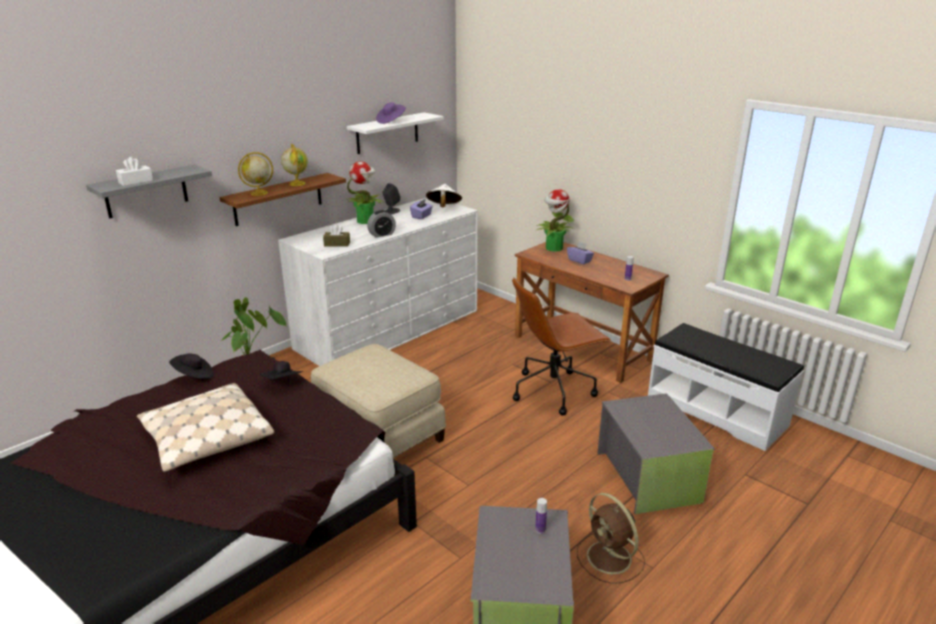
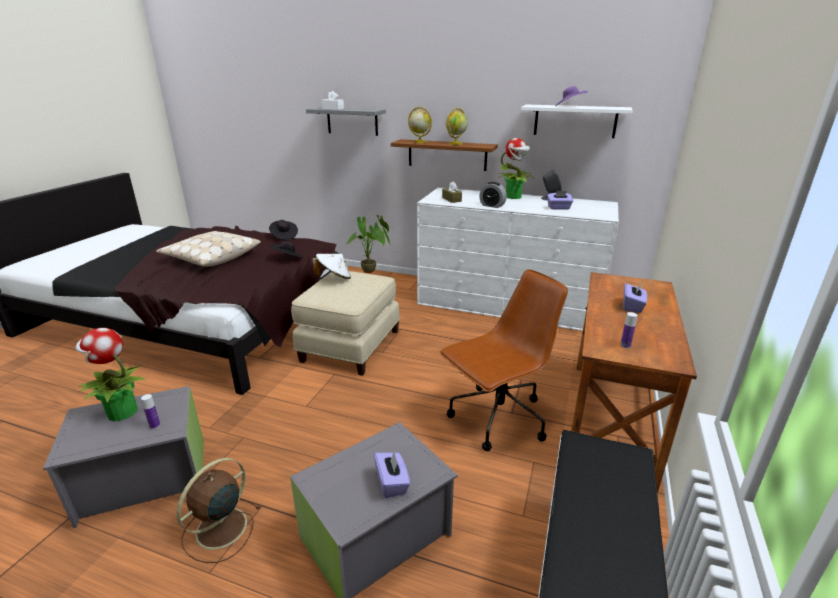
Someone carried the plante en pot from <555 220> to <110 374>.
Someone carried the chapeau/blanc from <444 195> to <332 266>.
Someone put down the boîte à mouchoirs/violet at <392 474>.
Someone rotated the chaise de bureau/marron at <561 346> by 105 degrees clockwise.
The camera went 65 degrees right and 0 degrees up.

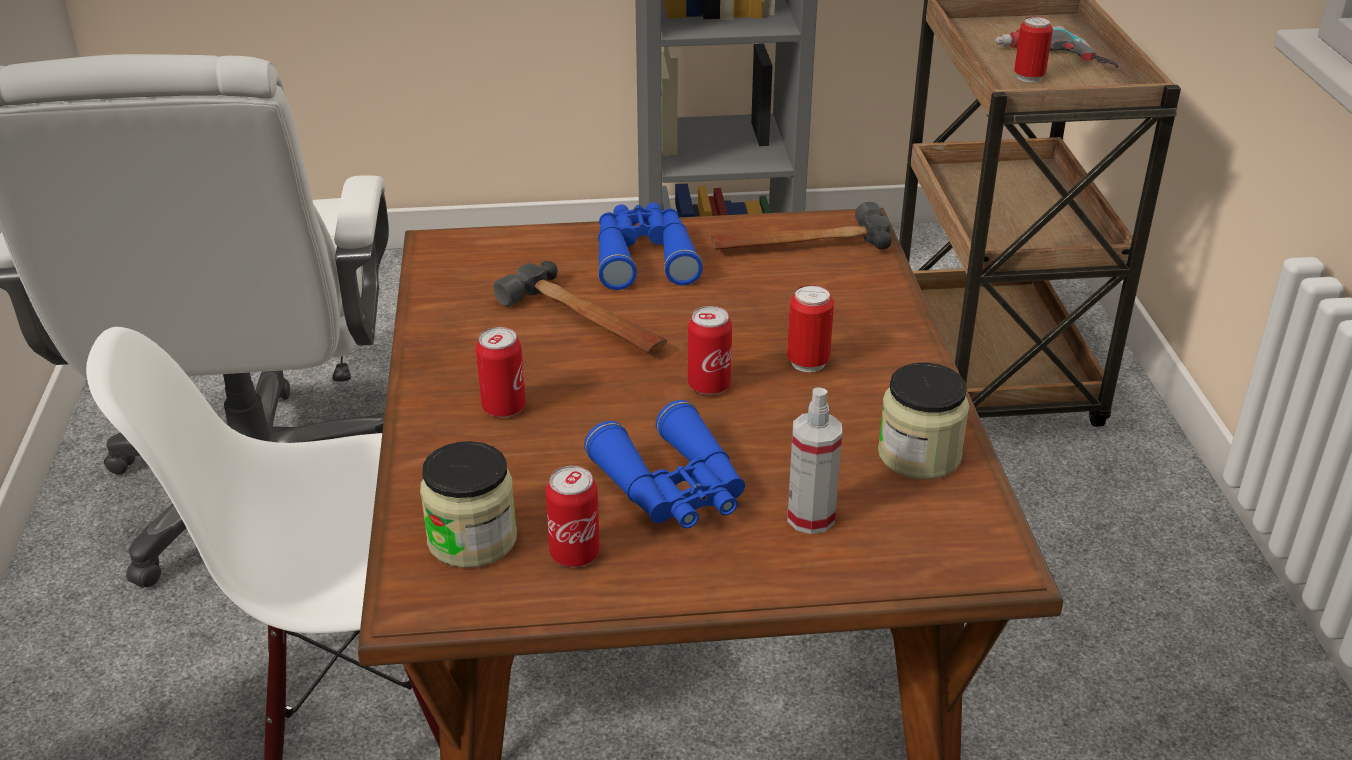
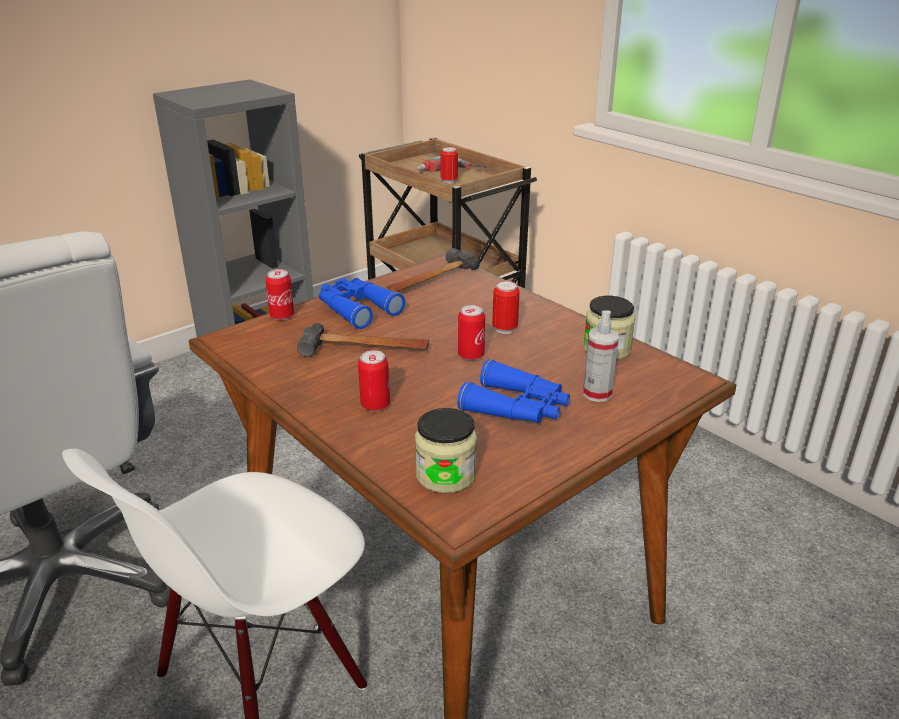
Someone carried the boîte métallique from <573 516> to <280 294>.
The camera went 35 degrees left and 5 degrees down.

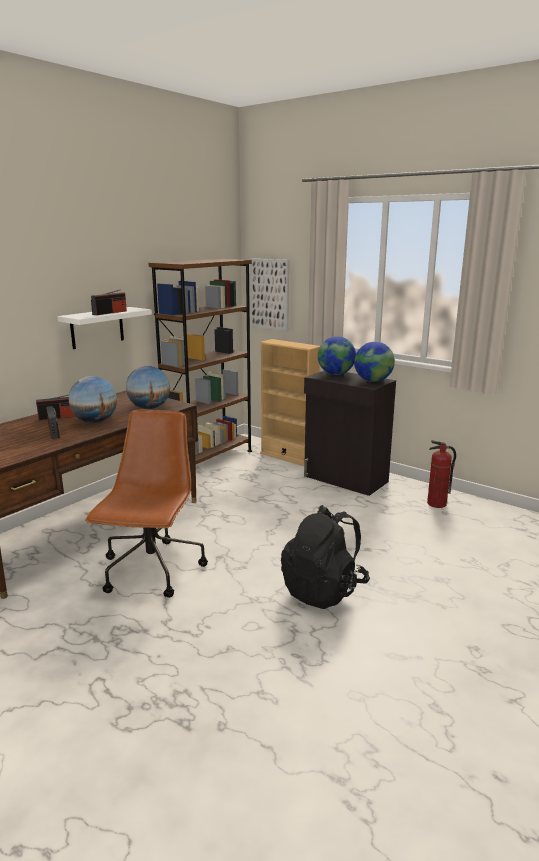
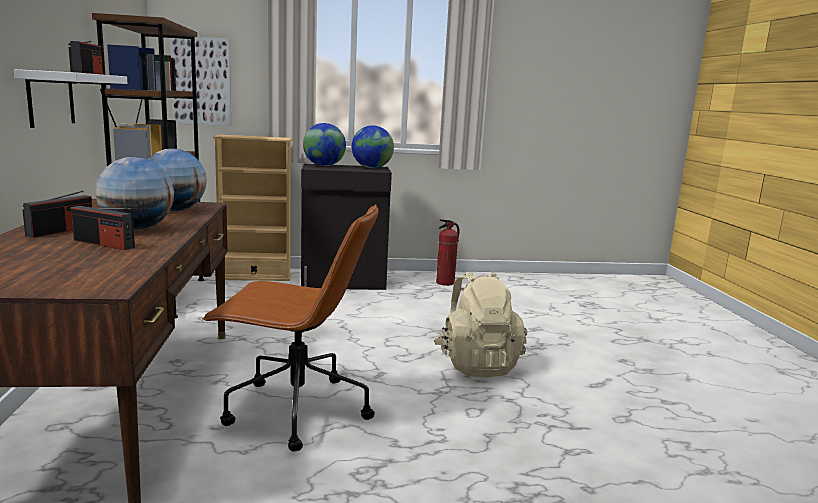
Someone rotated the chaise de bureau/marron at <146 504> by 135 degrees clockwise.
Someone repainted the sac à dos/noir at <325 557>, which became the sac à dos/beige at <480 325>.
The camera went 45 degrees left and 5 degrees down.

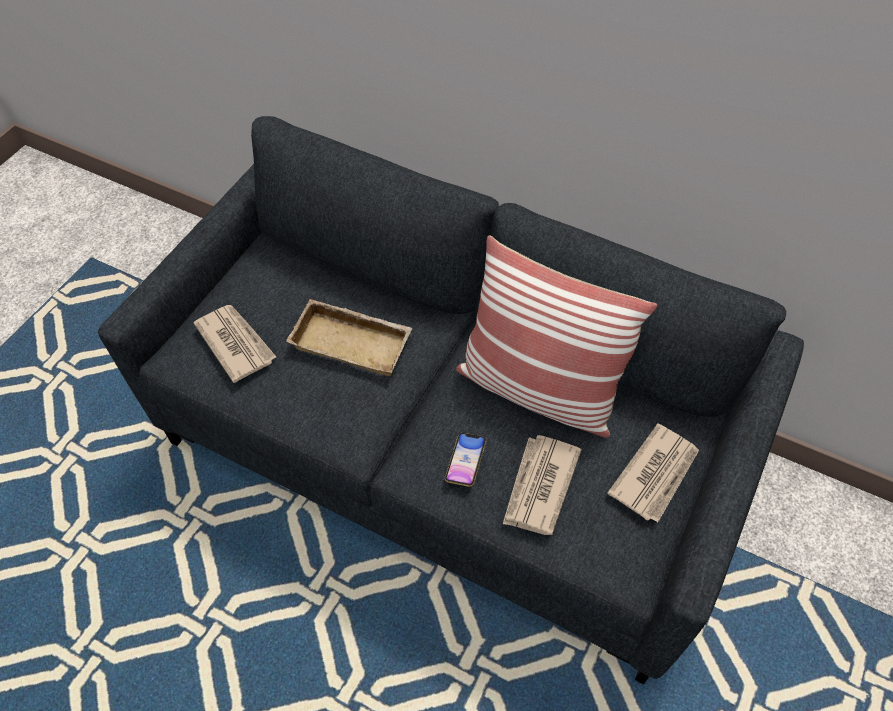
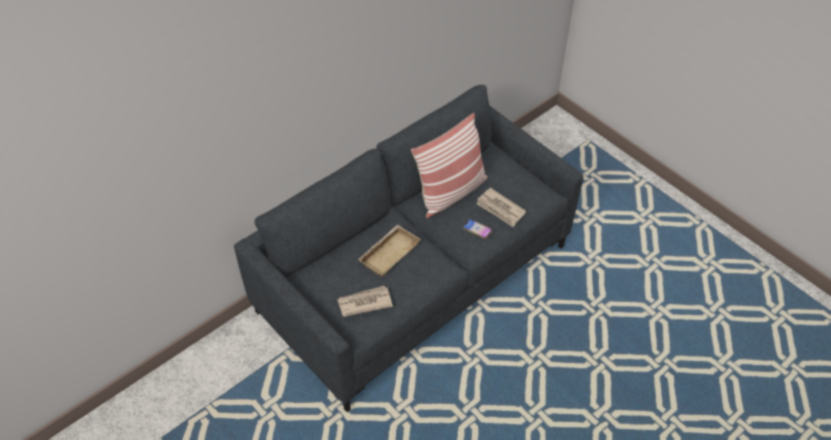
Someone took away the journal at <653 473>.
The camera went 70 degrees left and 5 degrees down.

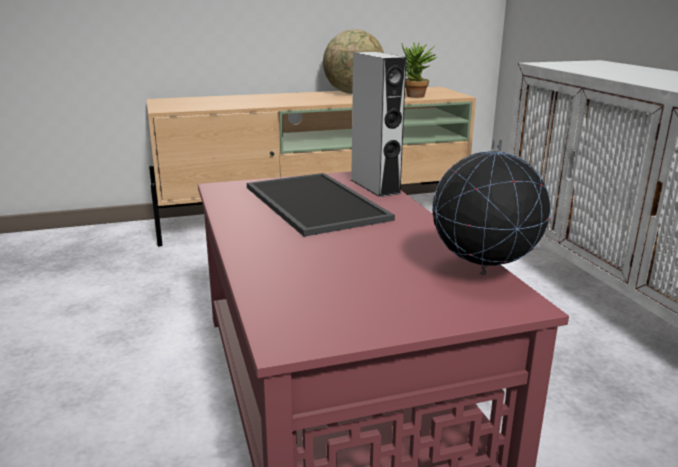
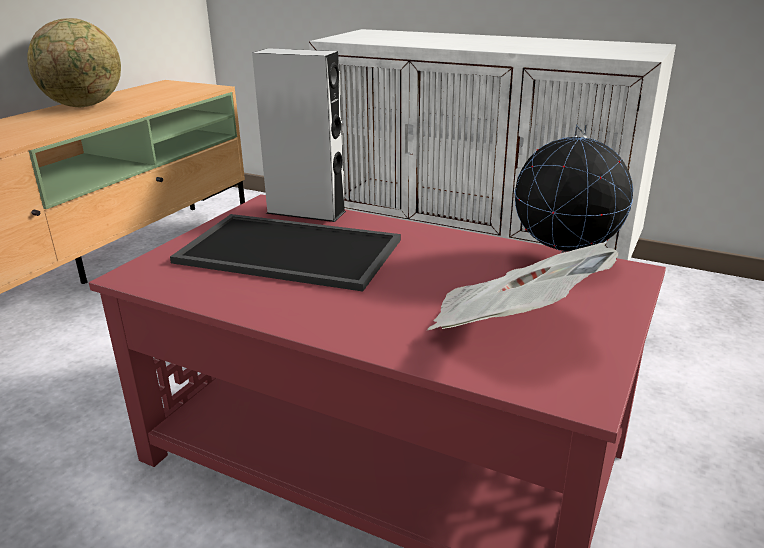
Someone put down the journal at <523 286>.
Someone took away the plante en pot at <419 70>.
The camera went 45 degrees left and 5 degrees up.

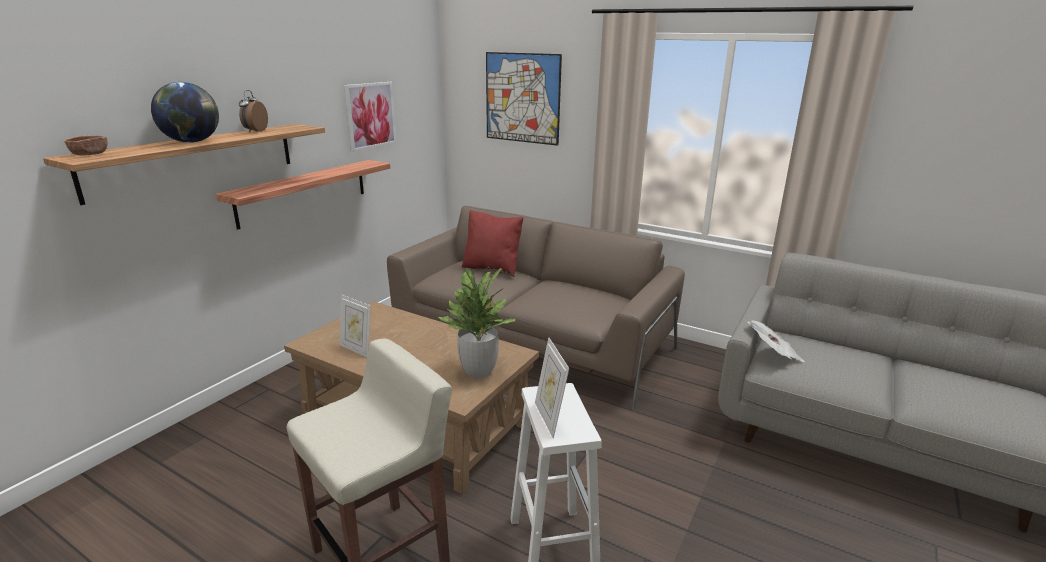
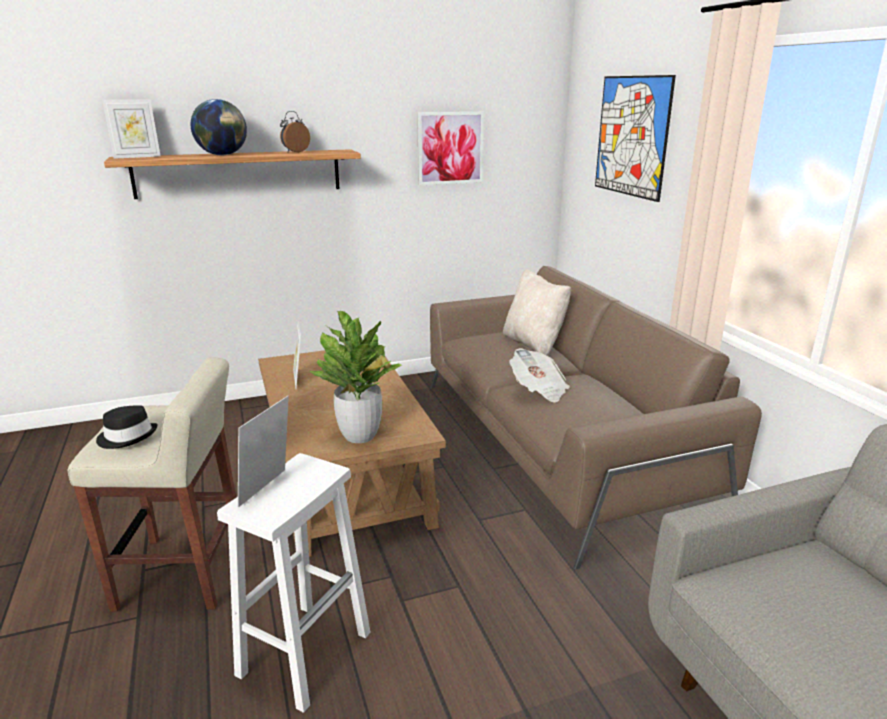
Someone put down the chapeau/noir at <127 427>.
Someone swapped the bol/marron at <85 145> for the cadre photo at <131 129>.
Someone repainted the coussin/rouge at <492 243>, which became the coussin/beige at <537 312>.
Someone carried the journal from <776 341> to <539 375>.
Someone took away the étagère at <303 195>.
The camera went 40 degrees right and 0 degrees up.

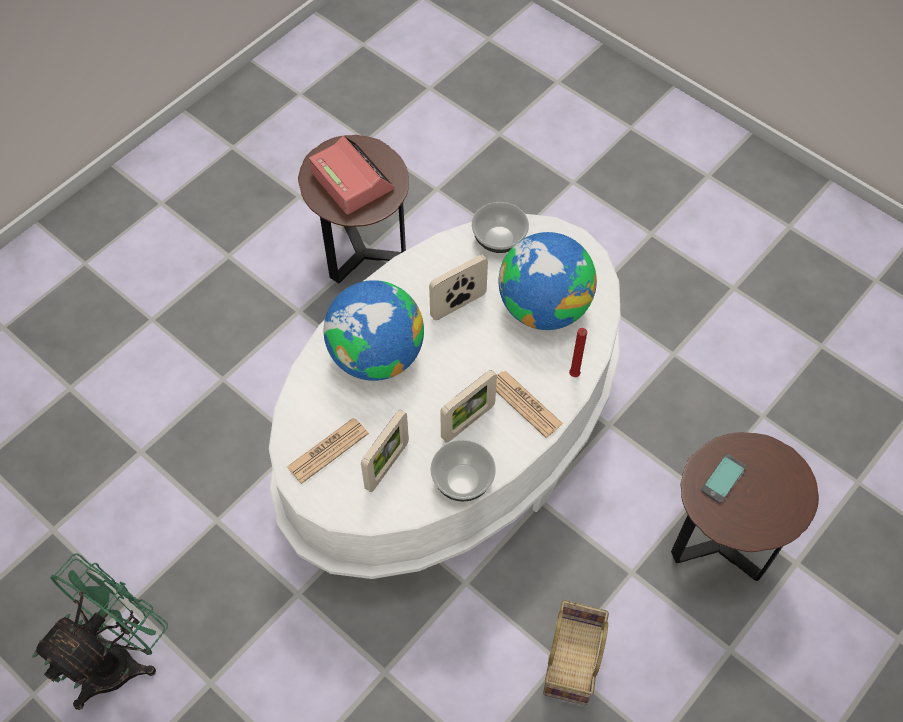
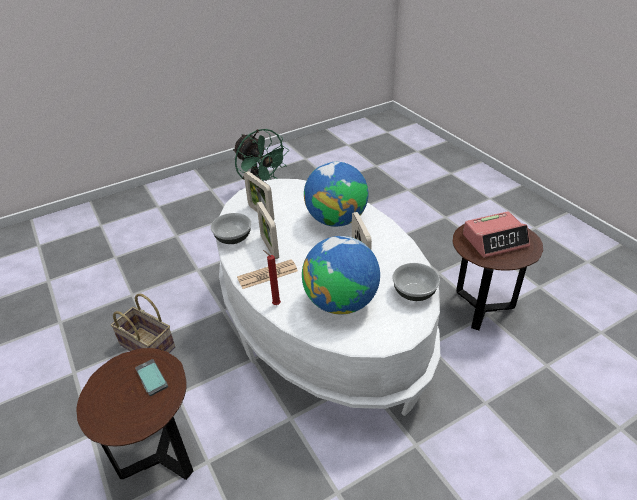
Someone took away the journal at <328 451>.
The camera went 110 degrees right and 20 degrees down.

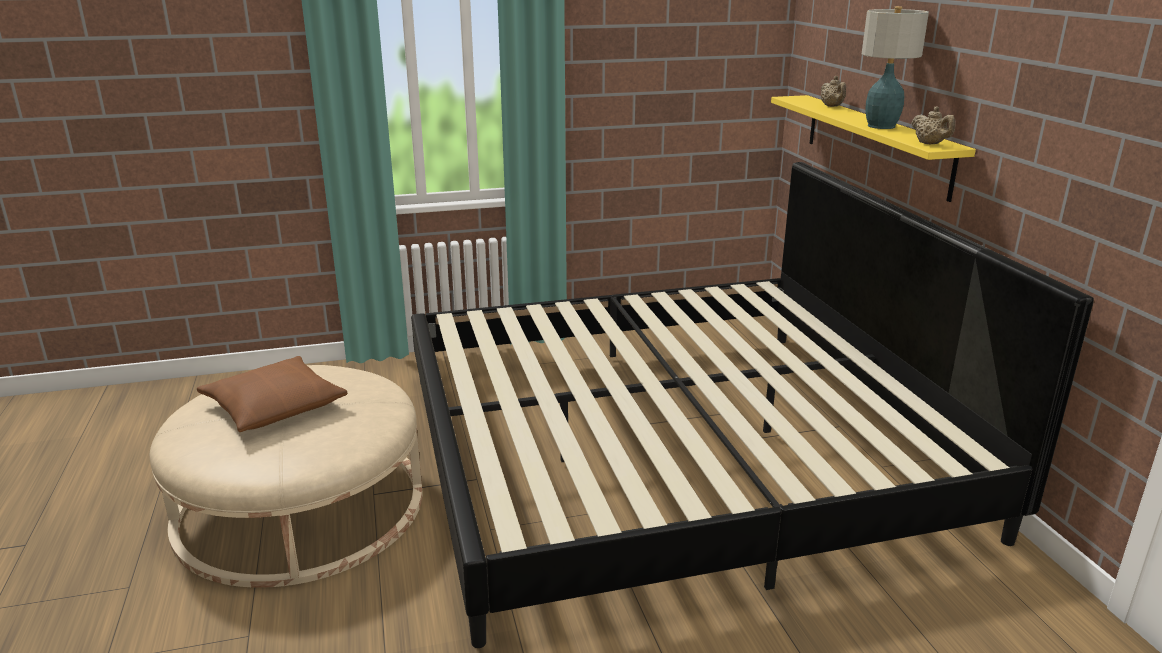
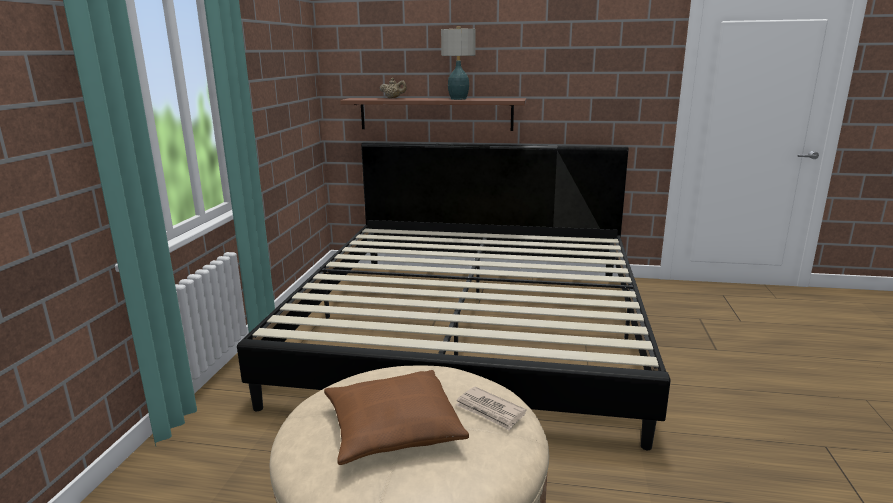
Someone repainted the étagère/jaune at <873 148>, which became the étagère/marron at <433 114>.
Someone put down the journal at <491 409>.
Someone took away the théière/beige at <933 125>.
The camera went 65 degrees left and 5 degrees down.

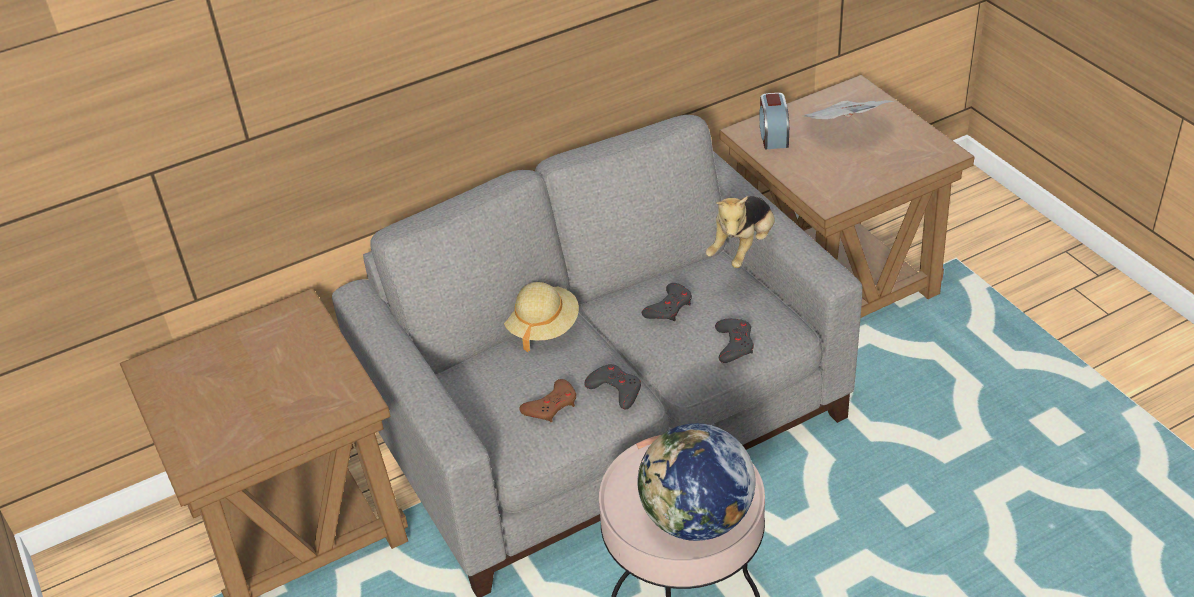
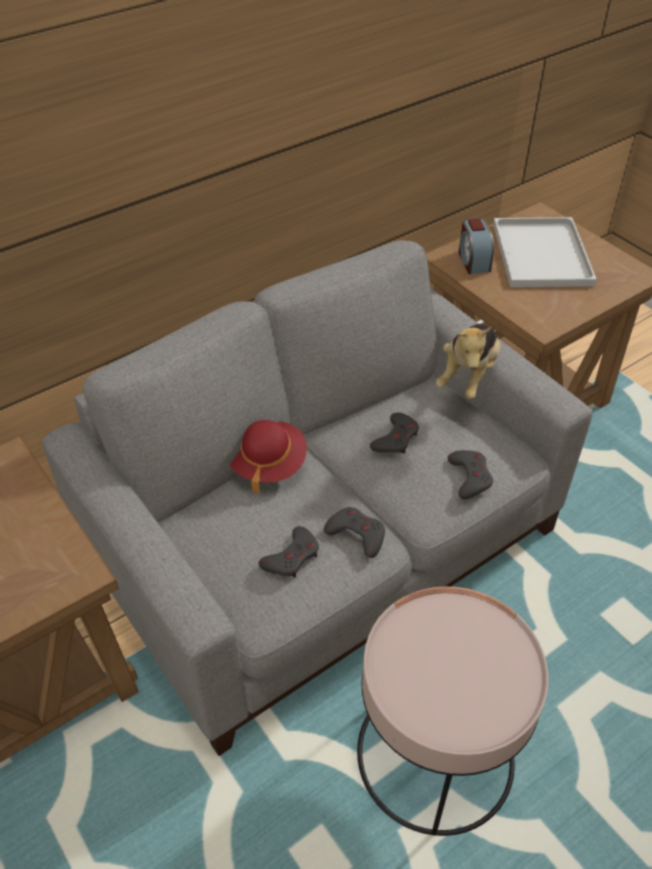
Someone repainted the chapeau/beige at <541 317>, which became the chapeau/rouge at <268 456>.
Someone repainted the manette/marron at <547 400>, which became the manette/gris at <289 552>.
Someone swapped the journal at <848 109> for the plateau/blanc at <544 252>.
Someone took away the globe at <696 482>.
The camera went 10 degrees left and 5 degrees up.

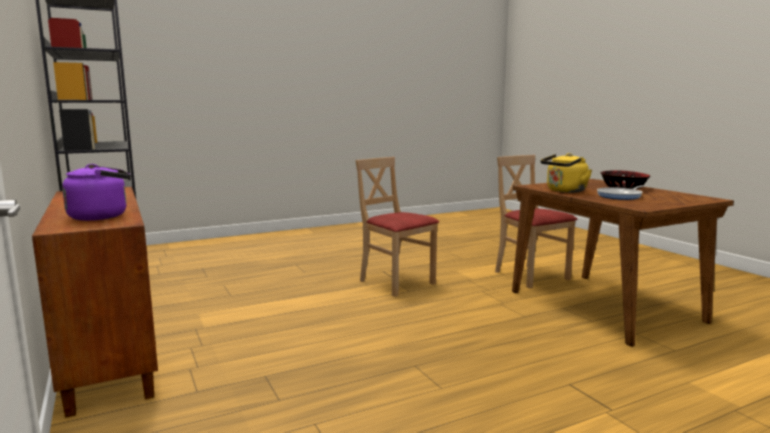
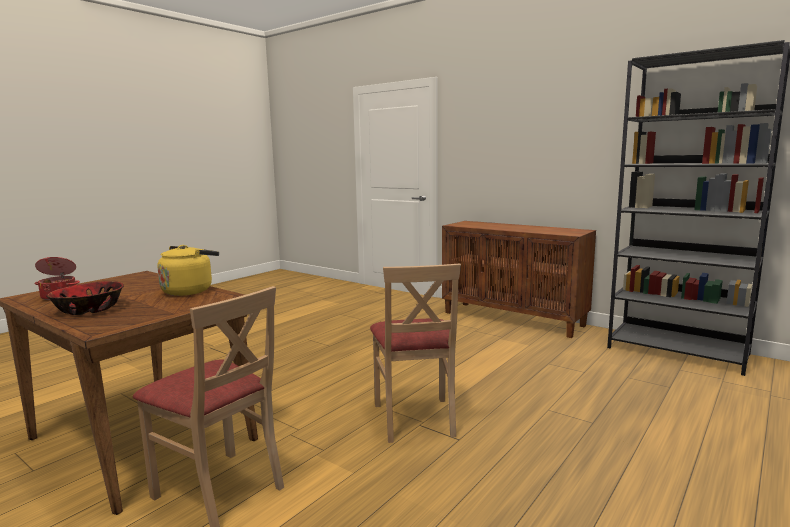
Someone put down the marmite at <57 278>.
Someone rotated the chaise/beige at <397 227> by 60 degrees clockwise.
Someone took away the bouilloire/violet at <96 192>.
Someone took away the poêle at <621 192>.
The camera went 155 degrees right and 0 degrees up.

